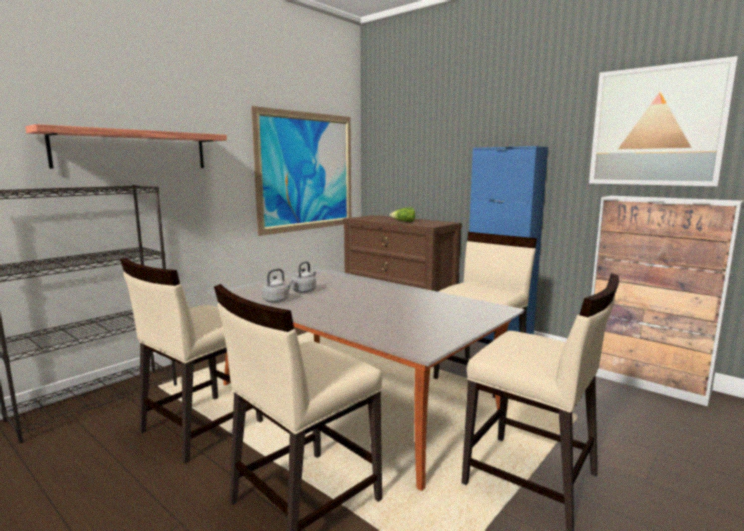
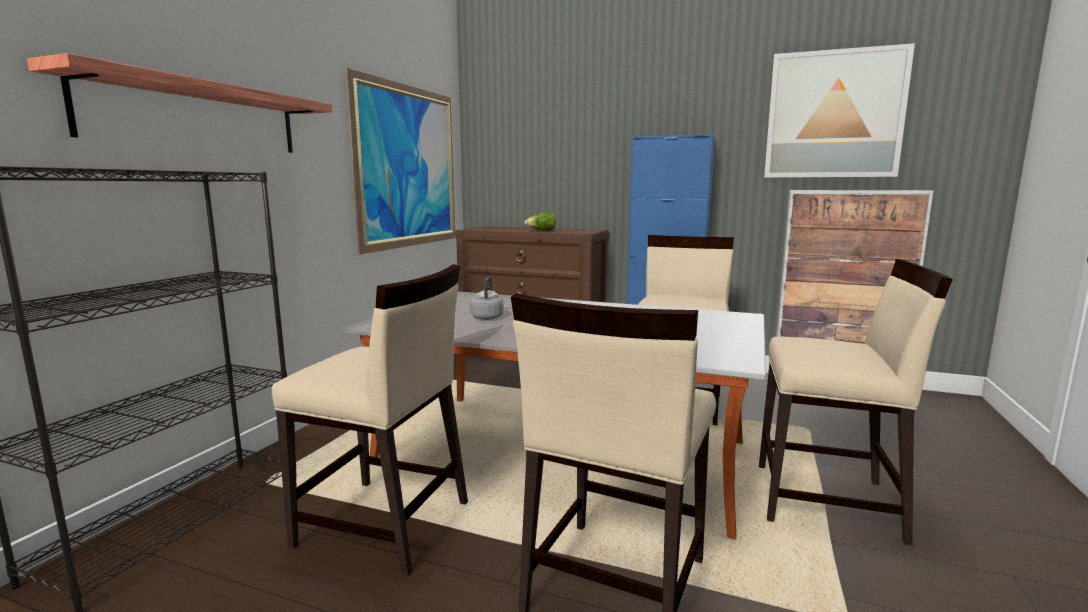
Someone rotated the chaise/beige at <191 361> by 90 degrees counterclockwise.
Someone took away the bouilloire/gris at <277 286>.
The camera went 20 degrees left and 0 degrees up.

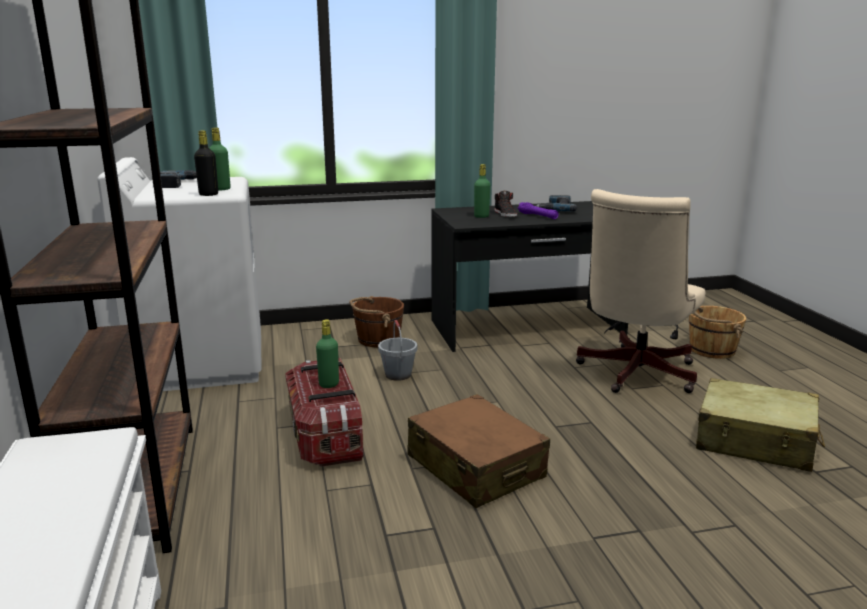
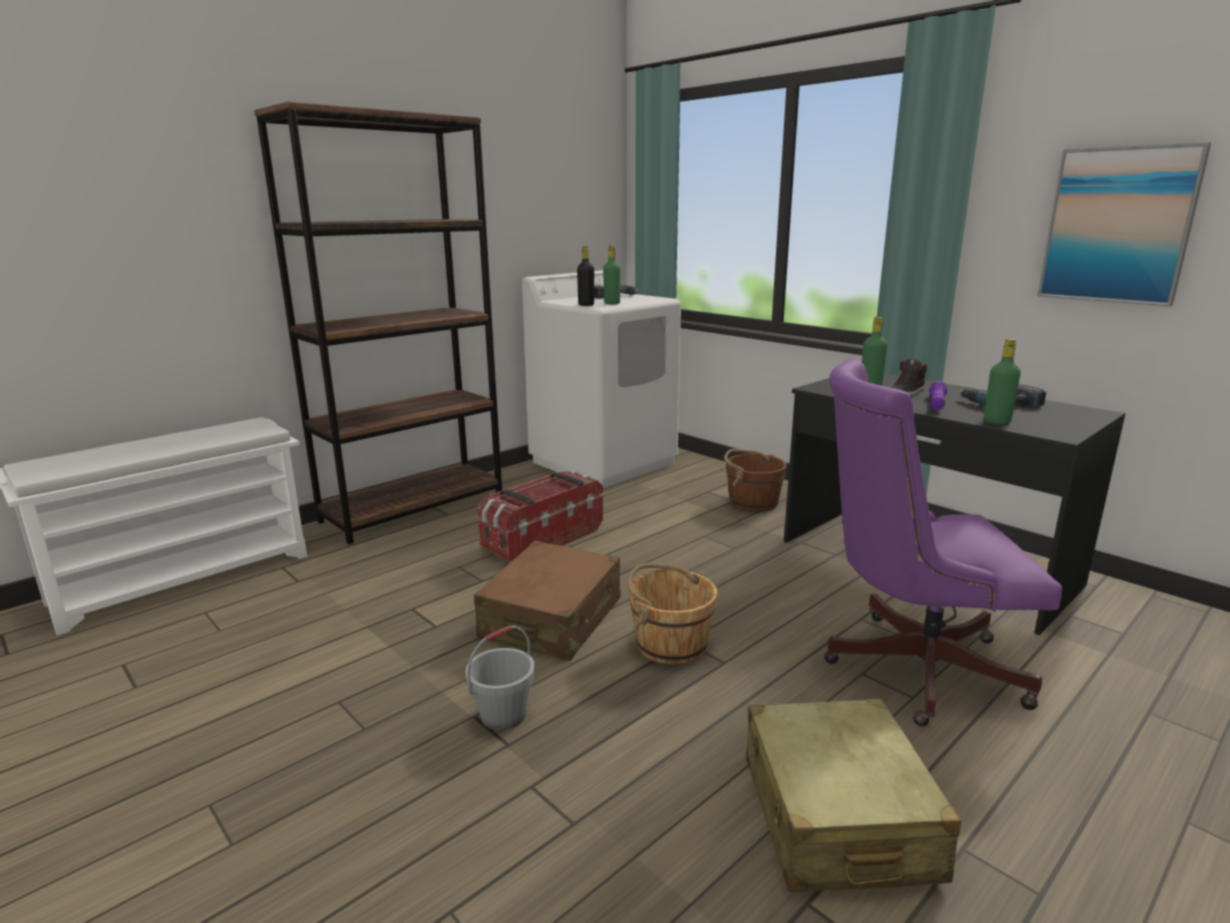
Someone carried the seau/gris from <397 350> to <500 678>.
Someone carried the seau/marron from <718 332> to <672 614>.
Someone repainted the chaise de bureau/beige at <640 291>, which became the chaise de bureau/violet at <943 543>.
Someone carried the bouteille/vert from <327 353> to <1002 381>.
Someone put up the tableau at <1124 224>.
The camera went 60 degrees right and 0 degrees up.

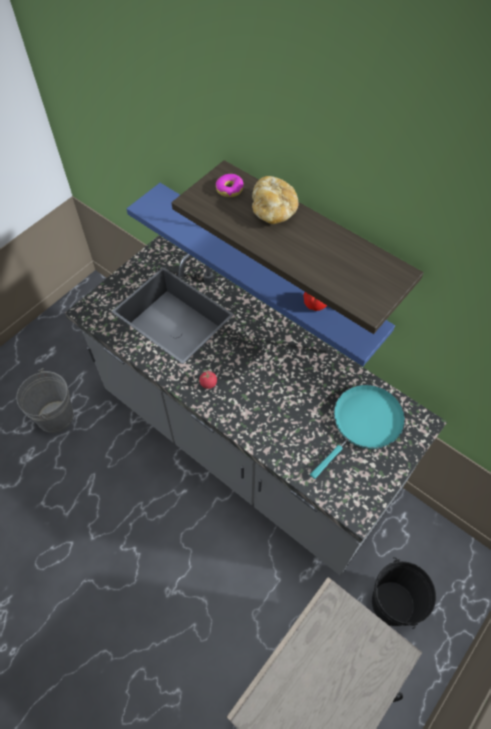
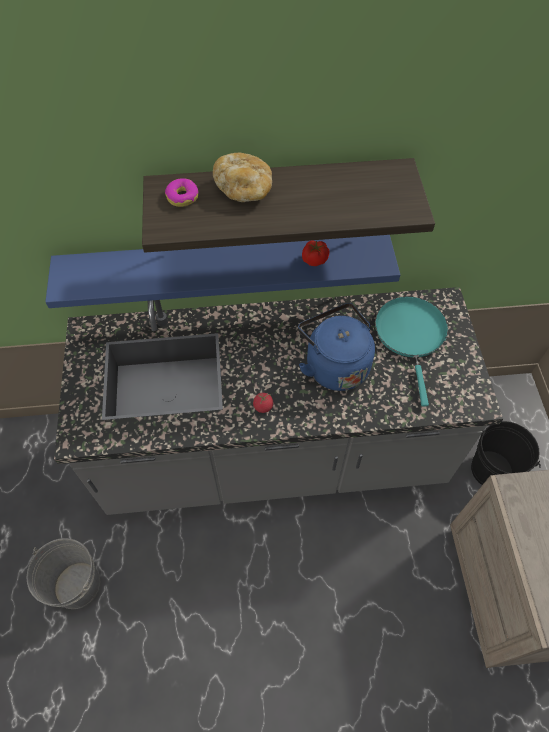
Someone put down the bouilloire/bleu at <336 347>.
The camera went 45 degrees left and 0 degrees up.

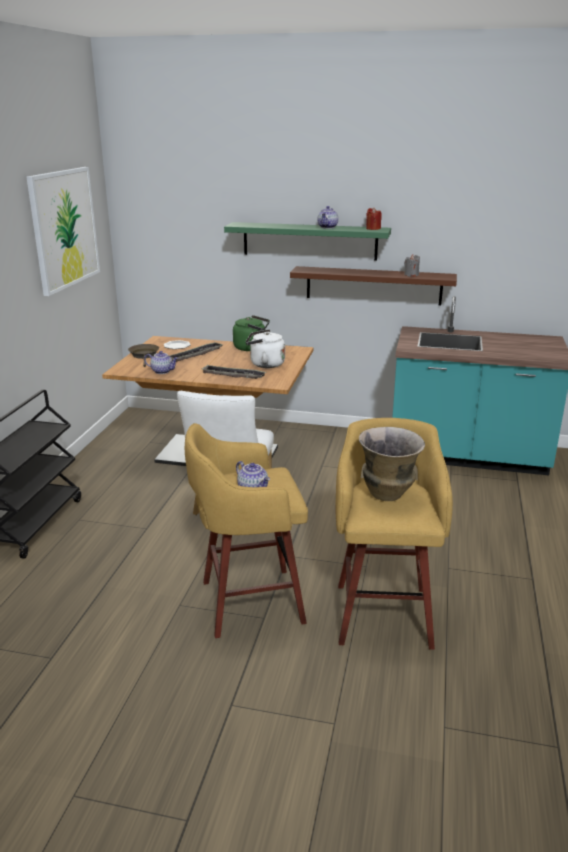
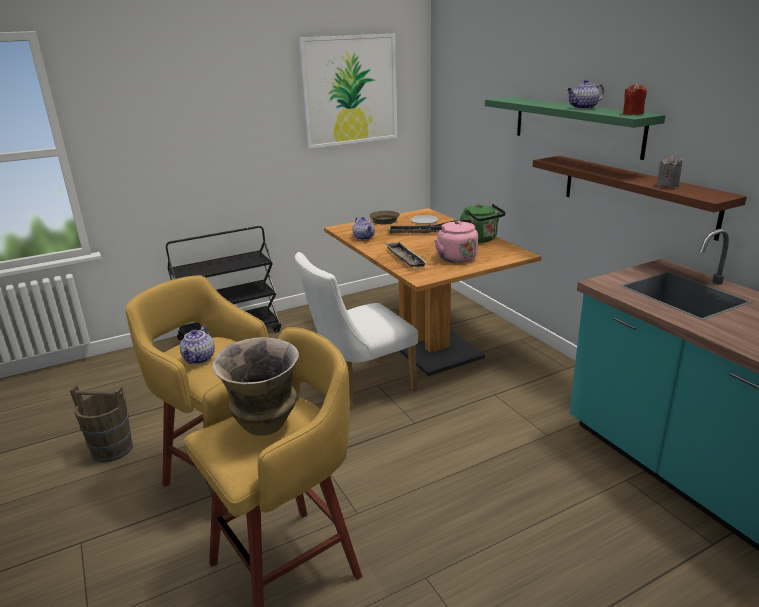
Someone put down the seau/marron at <101 424>.
Someone repainted the bouilloire/blanc at <265 348>, which became the bouilloire/rose at <454 241>.
The camera went 50 degrees right and 0 degrees up.

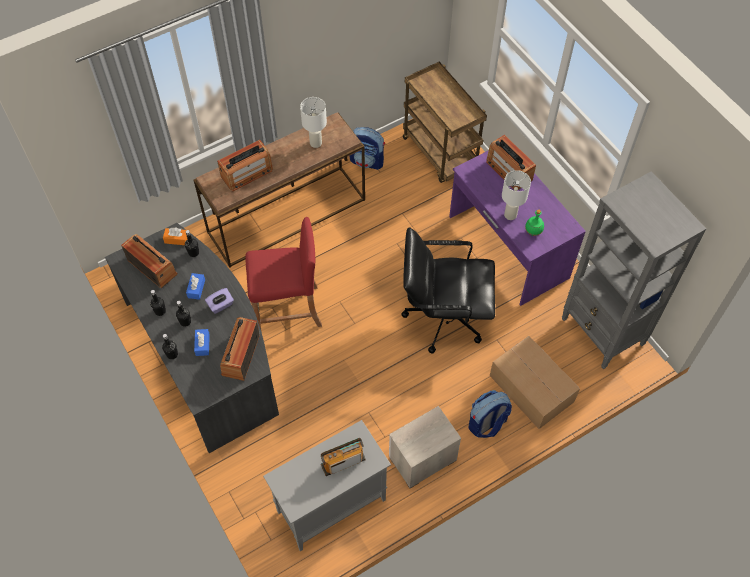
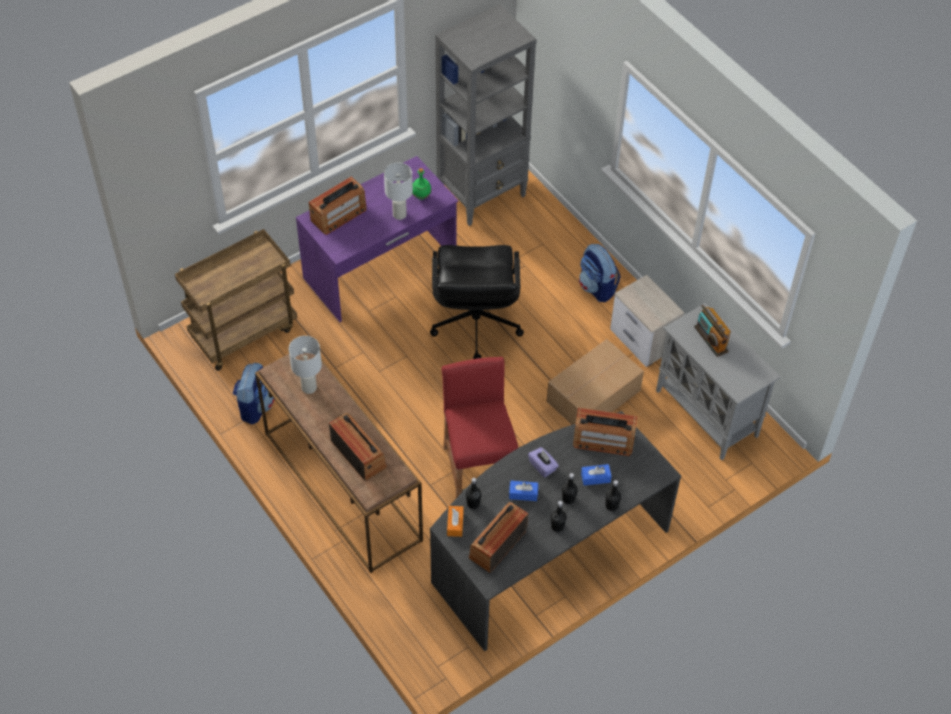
Someone carried the carton from <535 382> to <595 382>.
The camera went 95 degrees left and 5 degrees down.

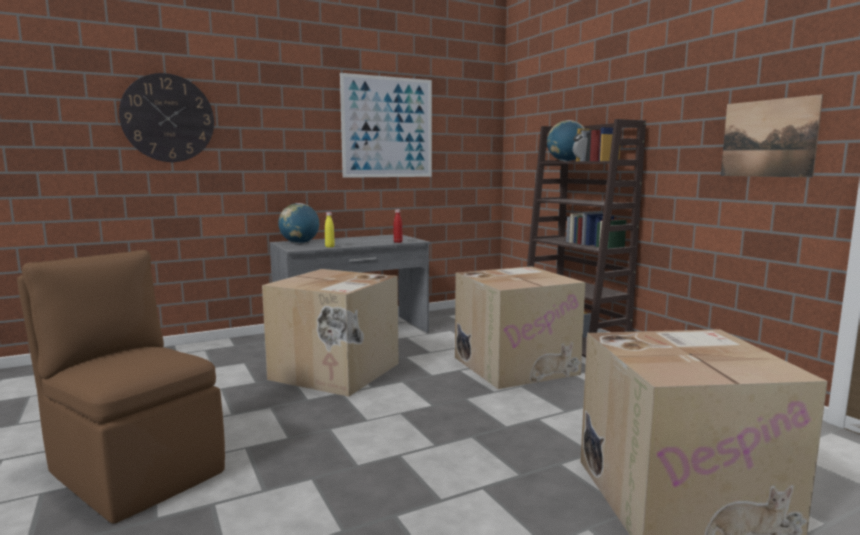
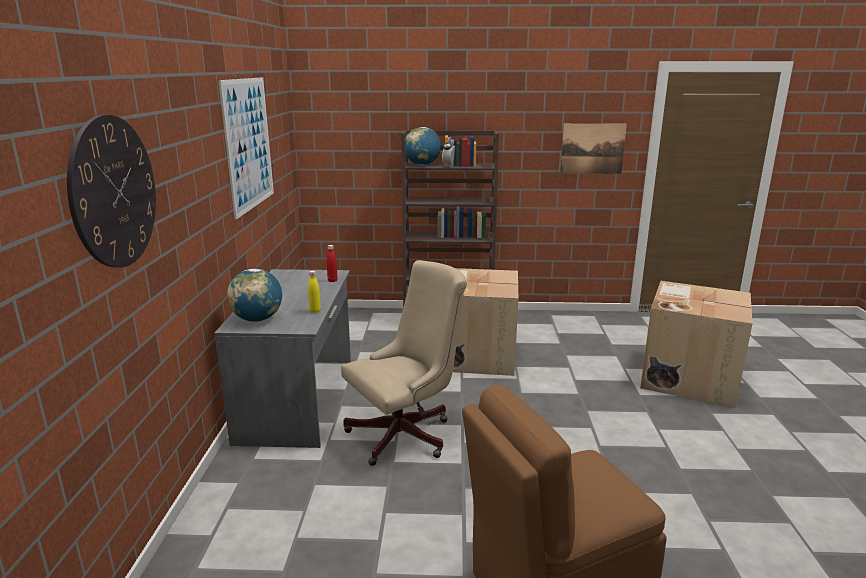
Someone swapped the carton at <330 333> for the chaise de bureau/beige at <404 363>.
The camera went 60 degrees left and 10 degrees up.

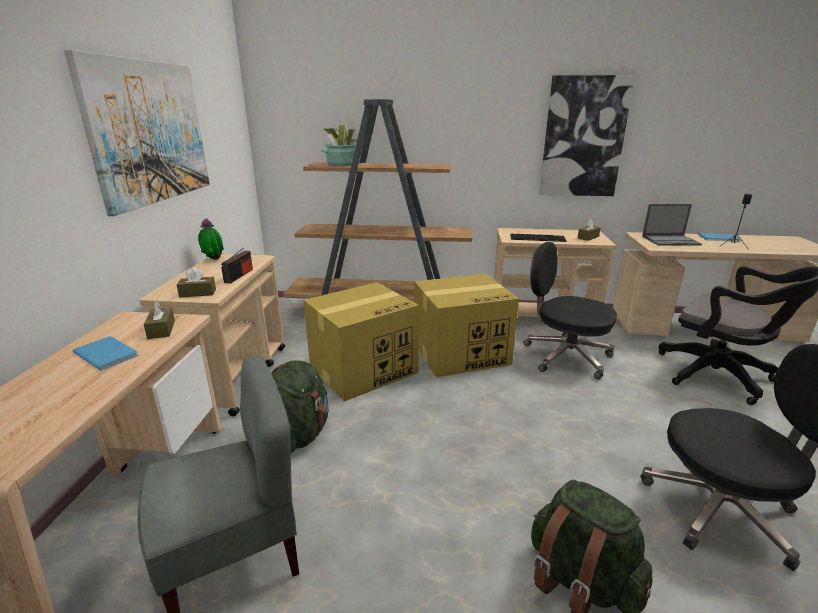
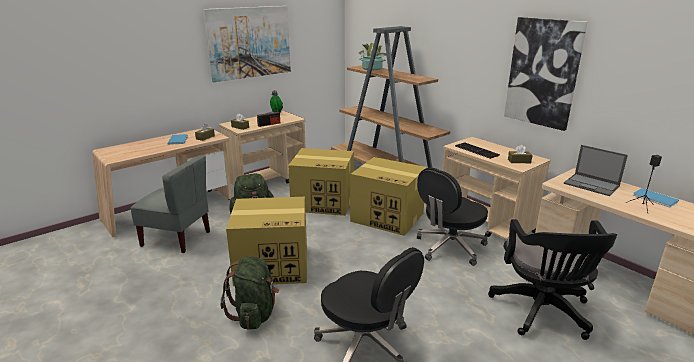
Someone put down the carton at <266 241>.
Someone rotated the chaise de bureau/noir at <570 310> by 120 degrees counterclockwise.
The camera went 45 degrees right and 0 degrees up.

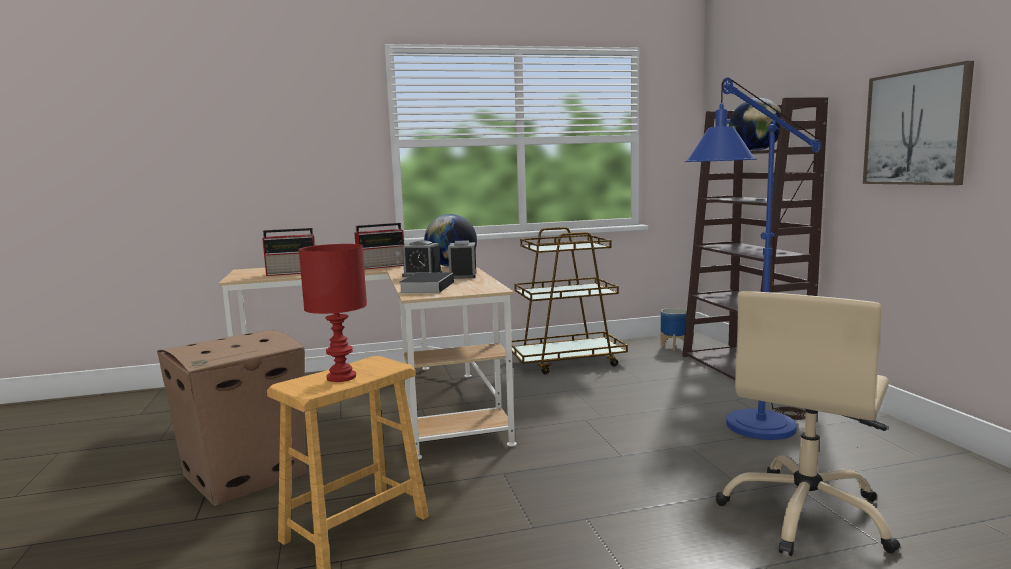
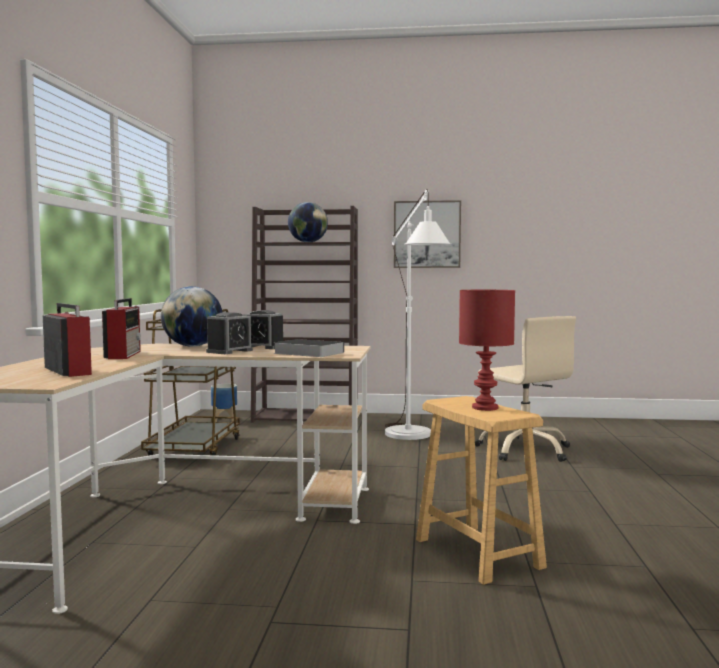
Someone rotated the radio at <289 252> by 45 degrees counterclockwise.
Someone repainted the lampadaire/bleu at <753 258>, which became the lampadaire/blanc at <418 314>.
Someone took away the carton at <231 418>.
The camera went 70 degrees left and 5 degrees down.

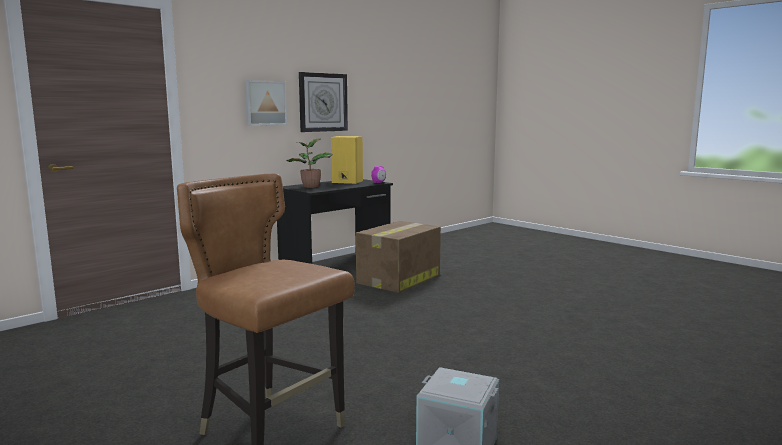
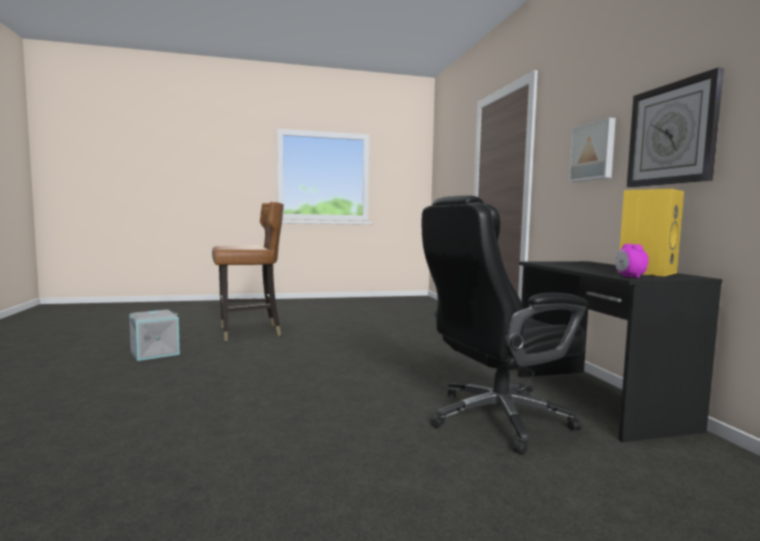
Someone swapped the carton at <398 257> for the chaise de bureau/noir at <505 325>.
Someone took away the plante en pot at <310 163>.
The camera went 120 degrees right and 5 degrees down.

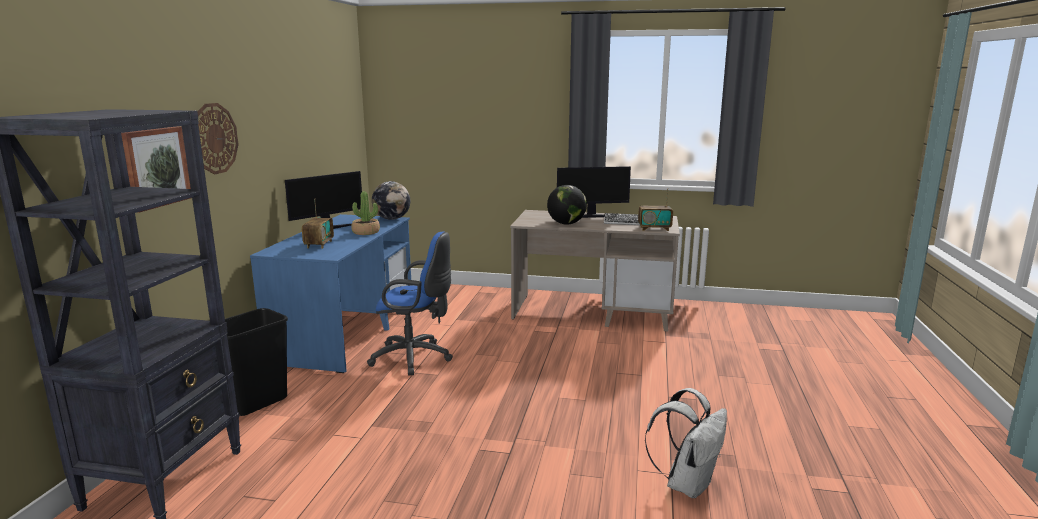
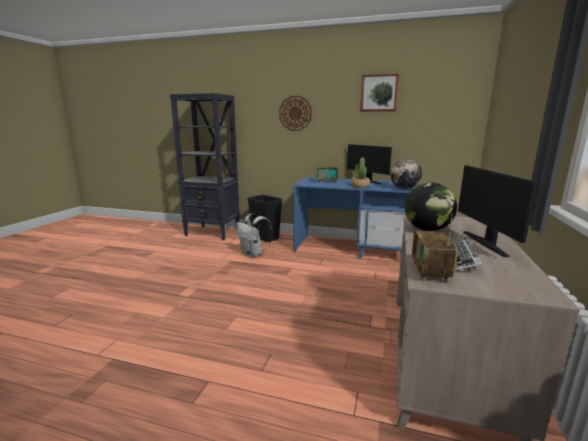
Someone carried the sac à dos/blanc from <686 443> to <254 236>.
Someone carried the tableau from <156 170> to <379 92>.
Someone took away the chaise de bureau/bleu at <410 303>.
The camera went 95 degrees right and 0 degrees up.

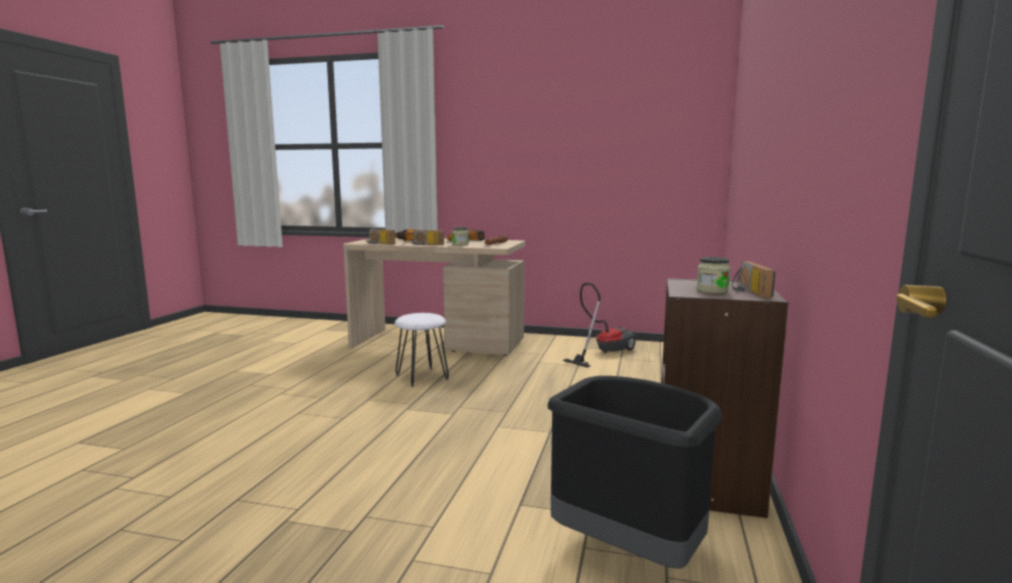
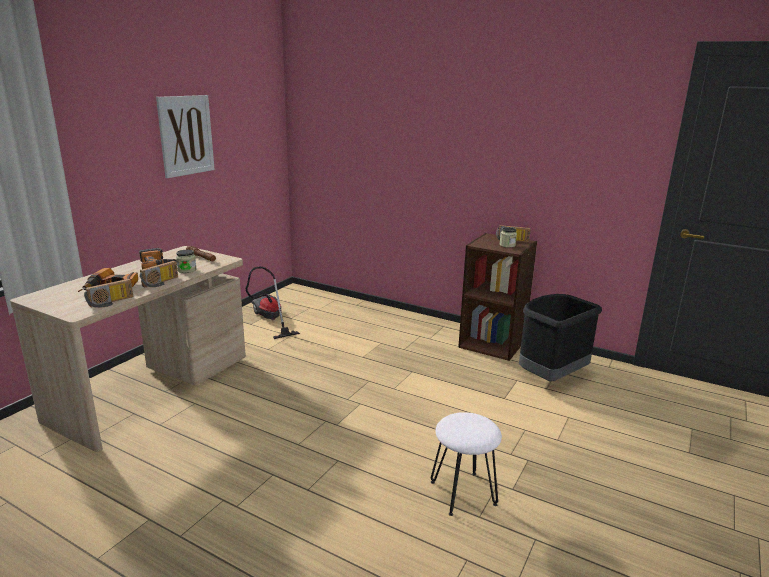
Someone put up the tableau at <185 136>.
Someone carried the tabouret/blanc from <422 350> to <466 464>.
The camera went 75 degrees left and 10 degrees up.

